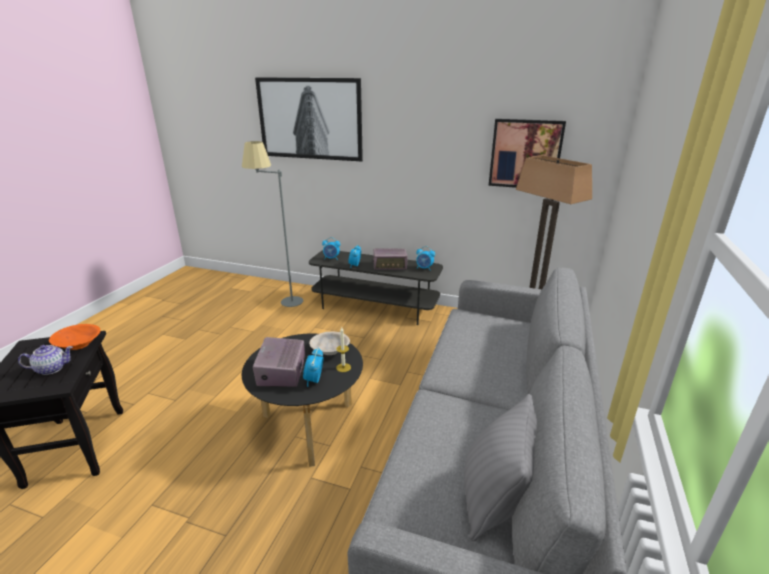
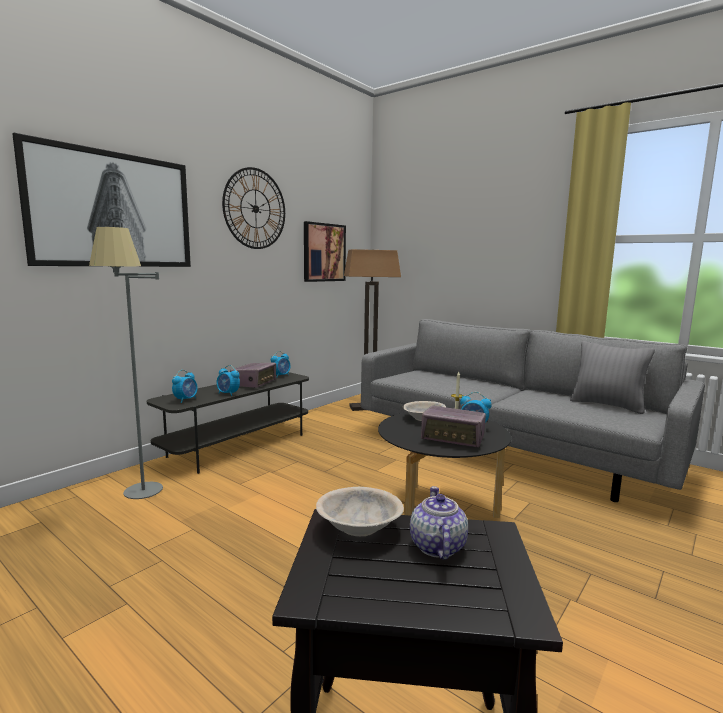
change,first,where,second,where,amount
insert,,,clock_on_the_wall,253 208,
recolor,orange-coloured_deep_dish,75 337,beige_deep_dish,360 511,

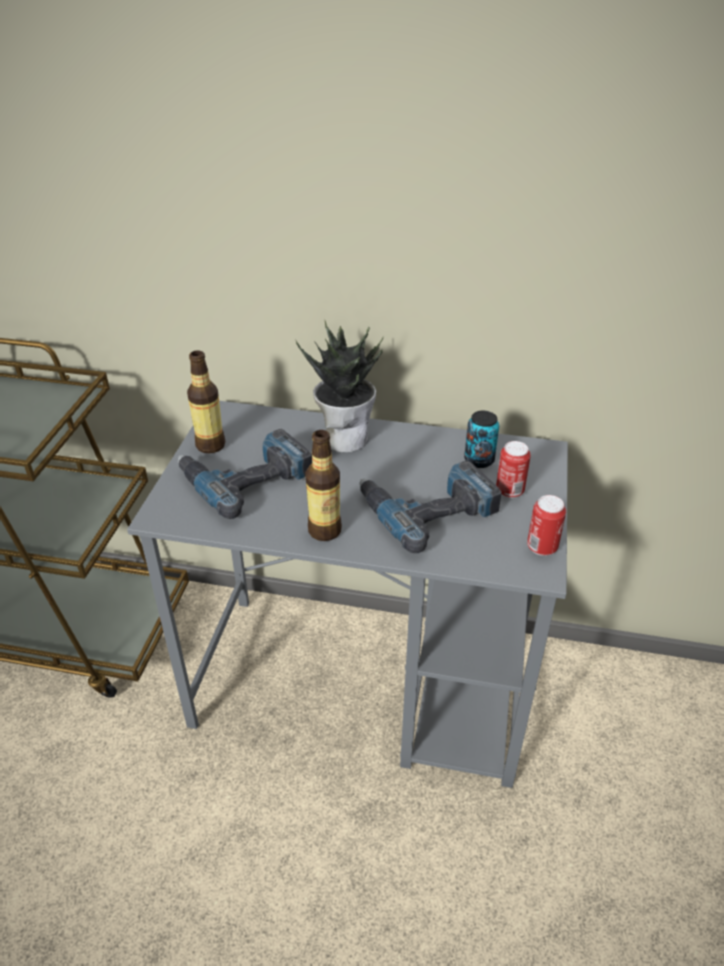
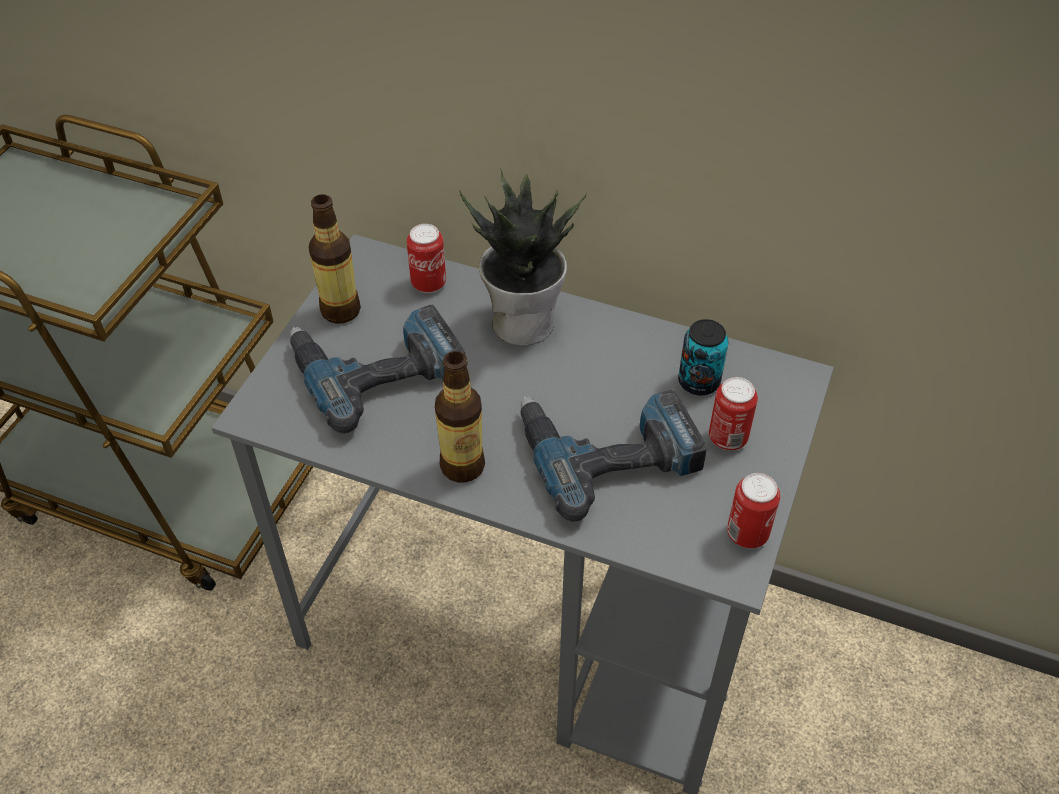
change,first,where,second,where,amount
insert,,,sealed_can,426 258,

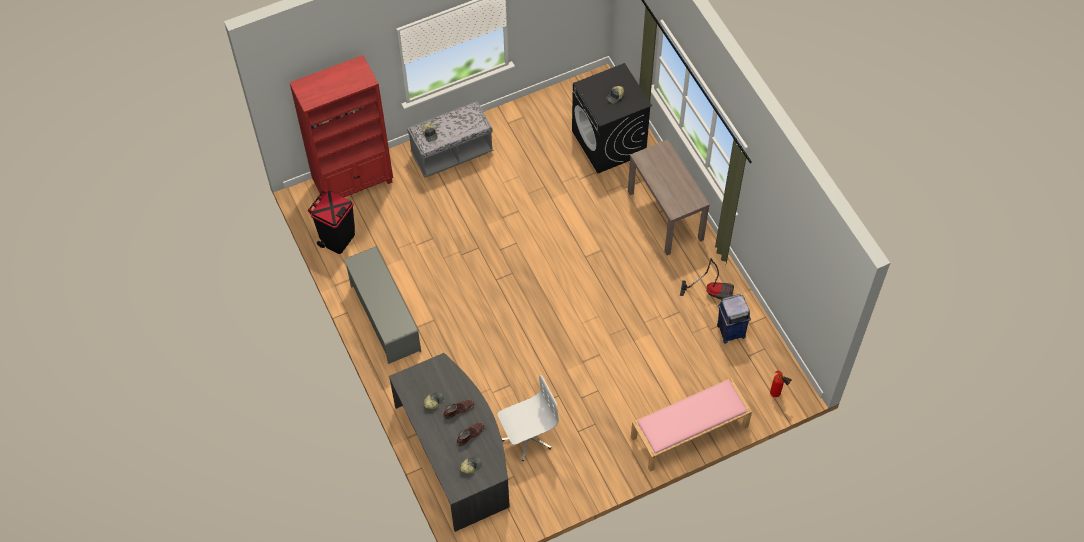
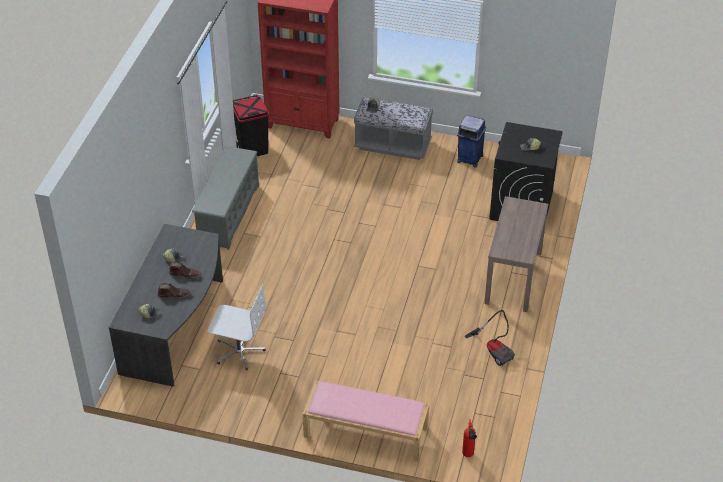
change,first,where,second,where,amount
move,bluish_trash_can,734 319,,471 141,

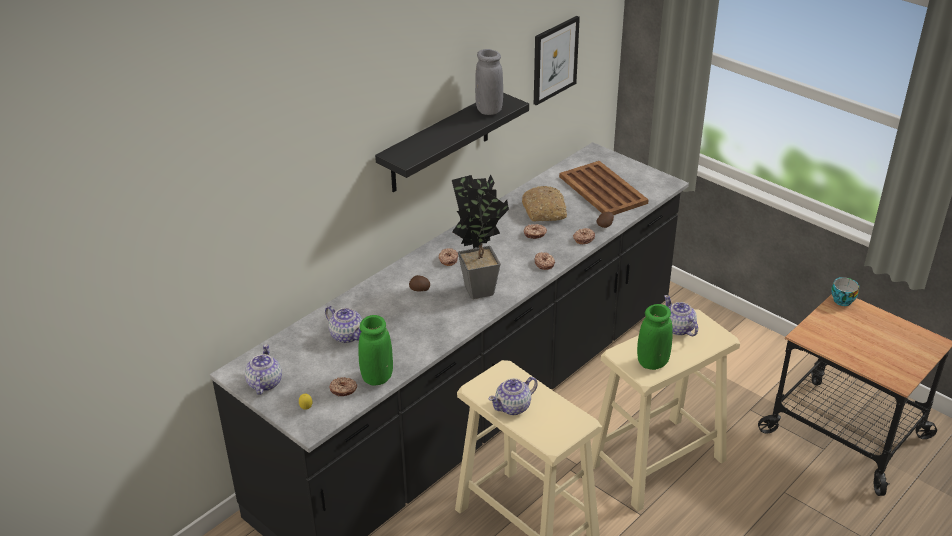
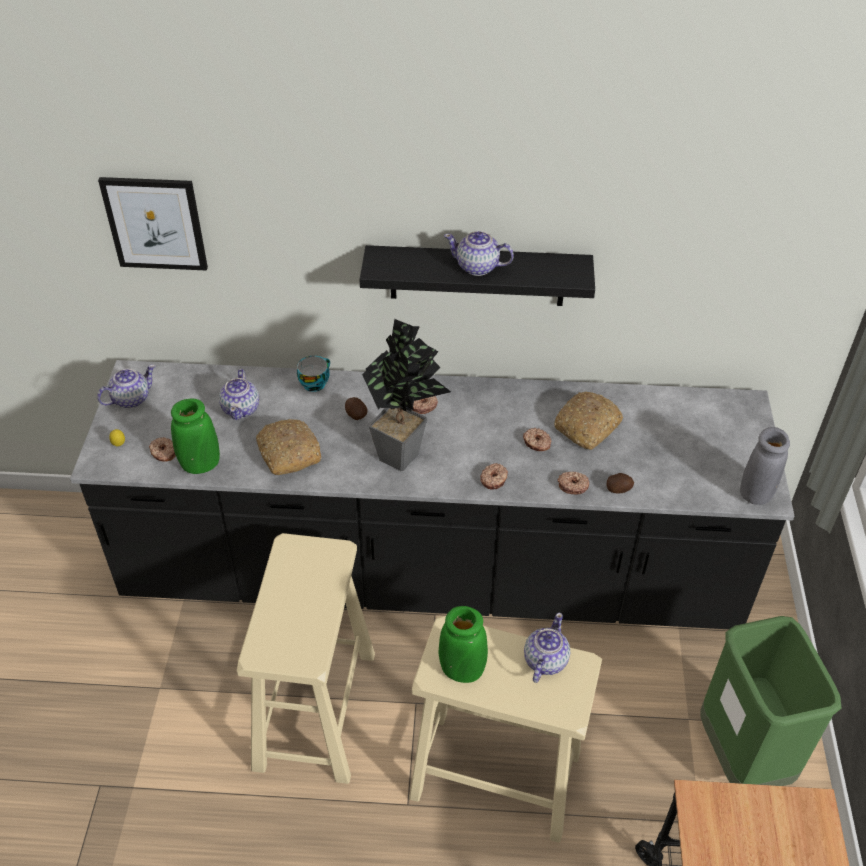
change,first,where,second,where,amount
move,wall_picture,557 61,,153 224,
insert,,,bread,288 447,
move,small_cup,845 291,,313 374,
move,teapot,513 396,,479 253,
insert,,,green-coloured_trash_can,770 701,
move,gray_flower_vase,489 82,,765 466,
delete,brownish_tray,604 188,,,

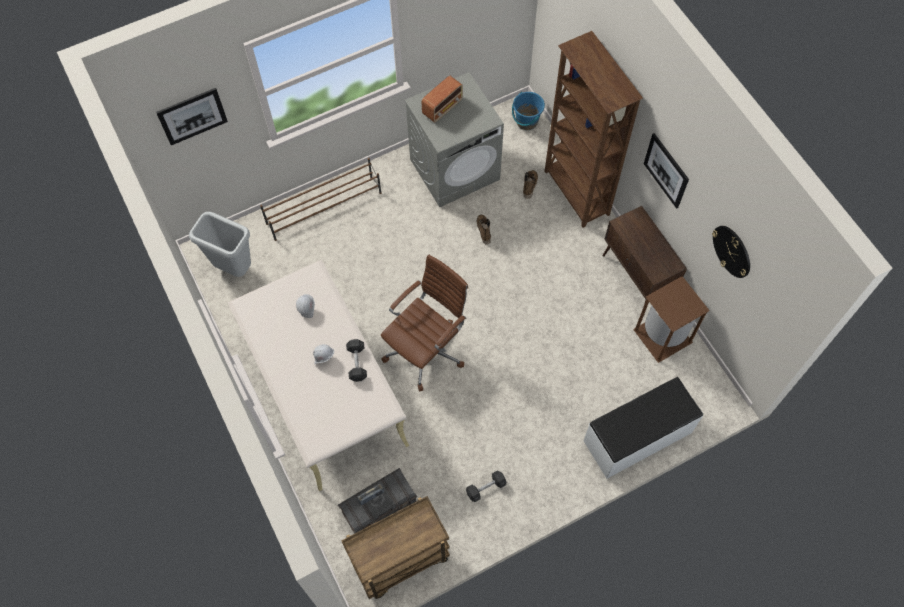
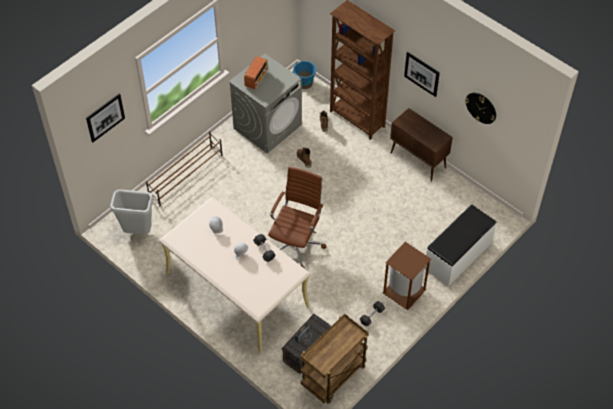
change,first,where,second,where,amount
move,brownish_trash_can,671 319,,406 276,

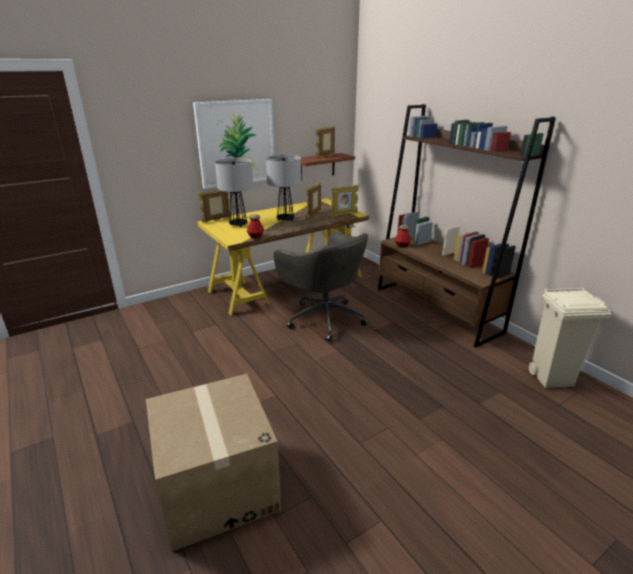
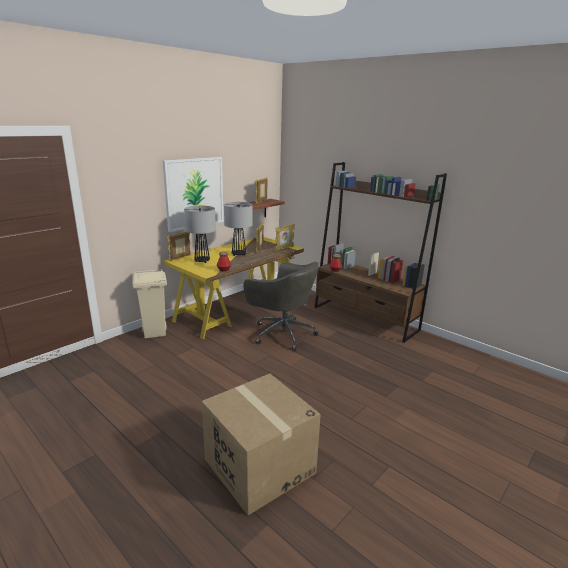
change,first,where,second,where,amount
move,beige_trash_can,570 337,,150 304,

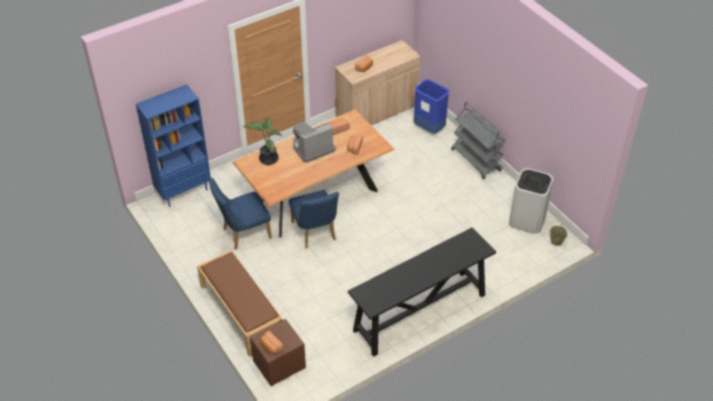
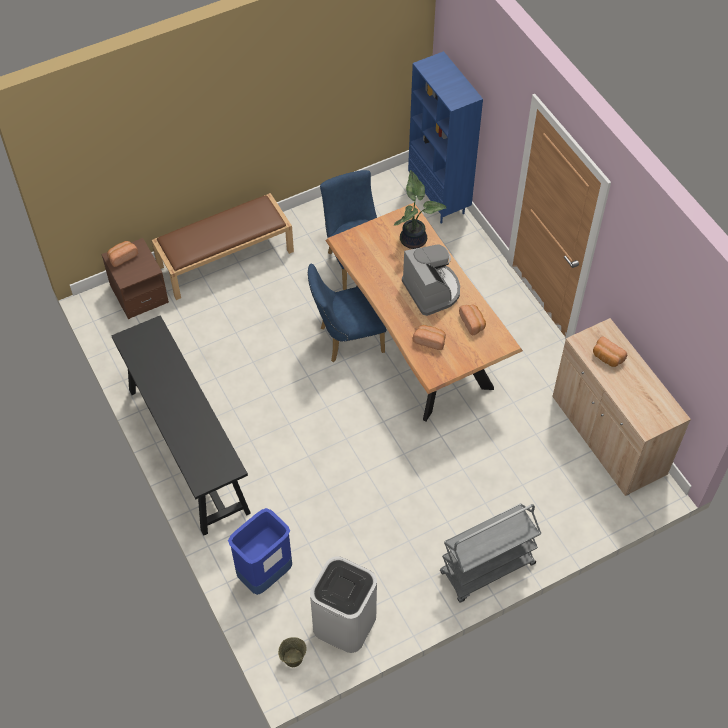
change,first,where,second,where,amount
move,bluish_trash_can,432 106,,260 551,

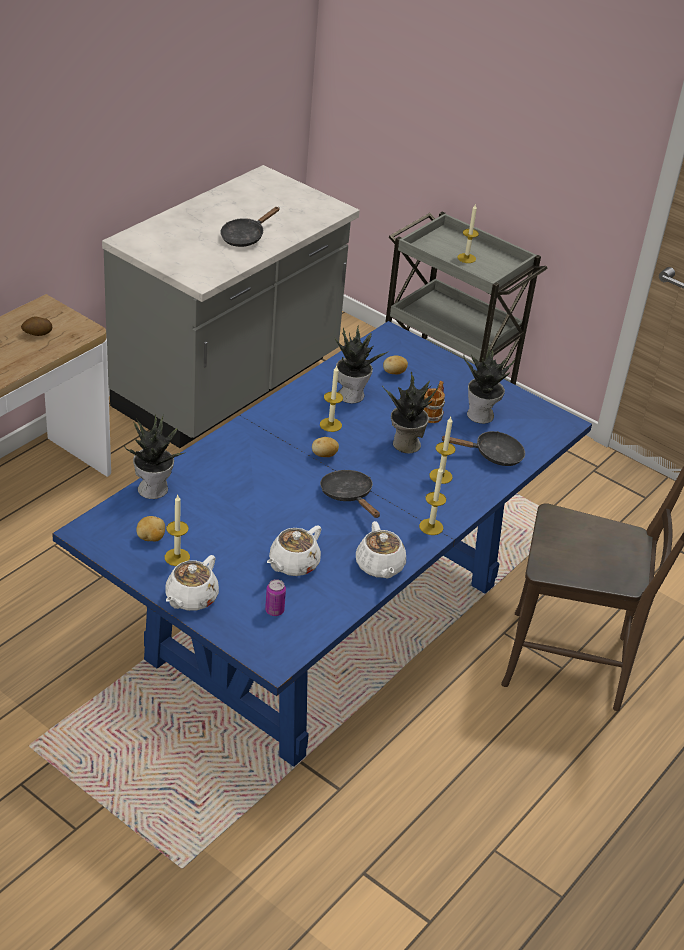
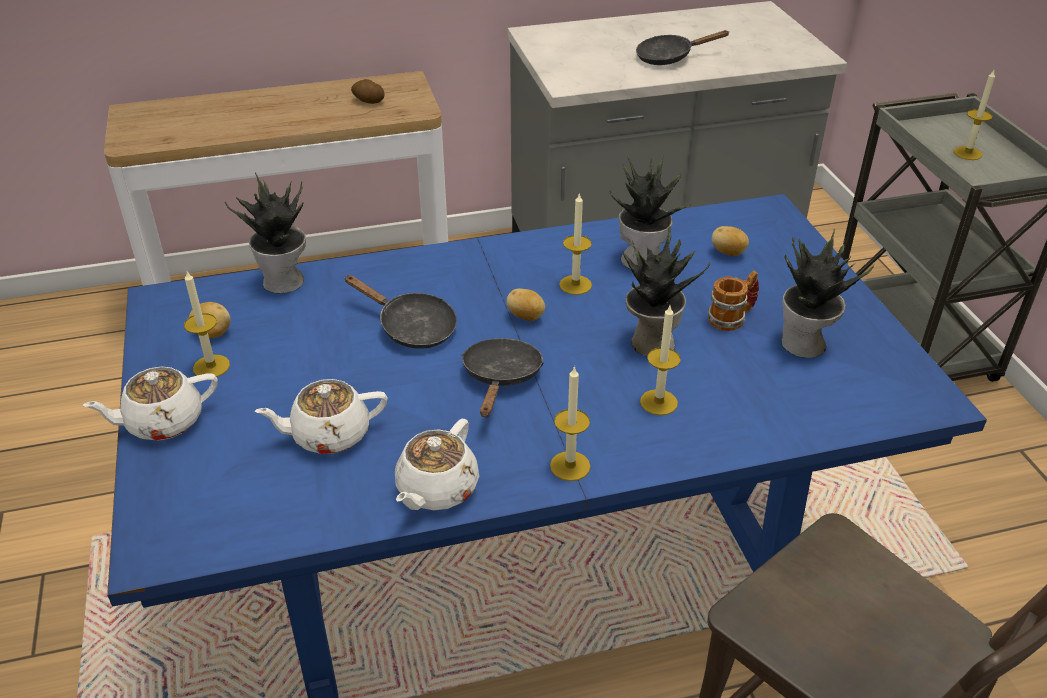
change,first,where,second,where,amount
move,blackish_pan,483 448,,400 312,
delete,sealed_can,275 597,,,

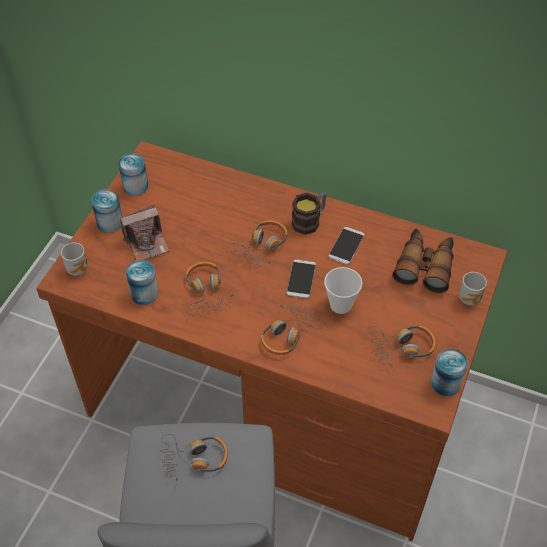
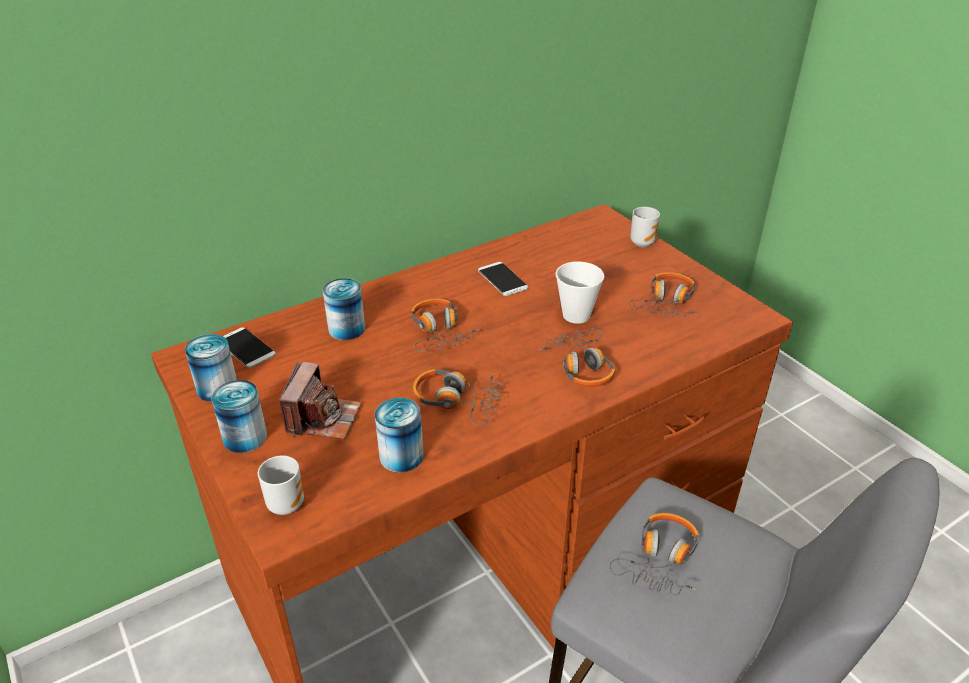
change,first,where,second,where,amount
move,handset,301 278,,249 347,
move,sealed_can,449 372,,344 309,
delete,mug,309 213,,,
delete,field_glasses,423 261,,,

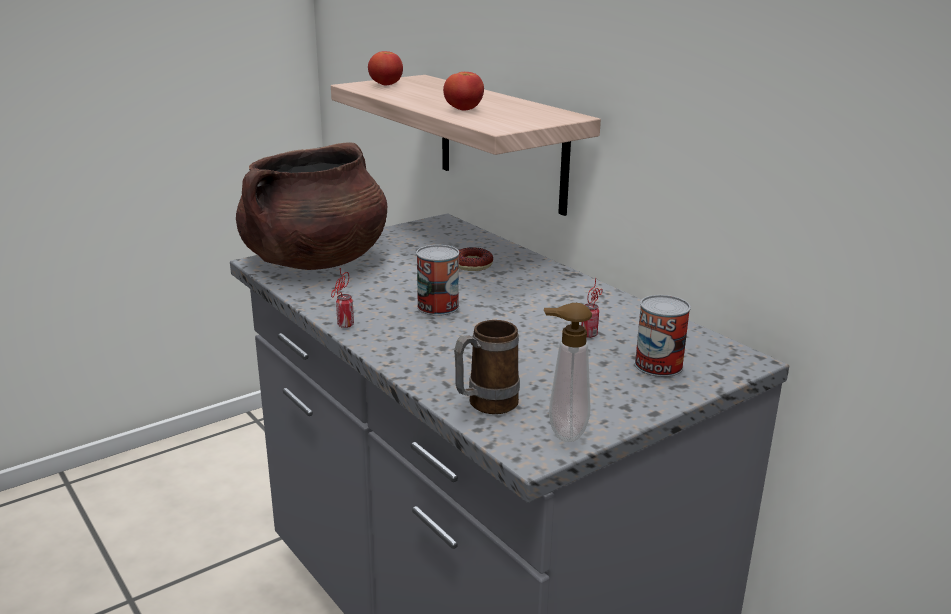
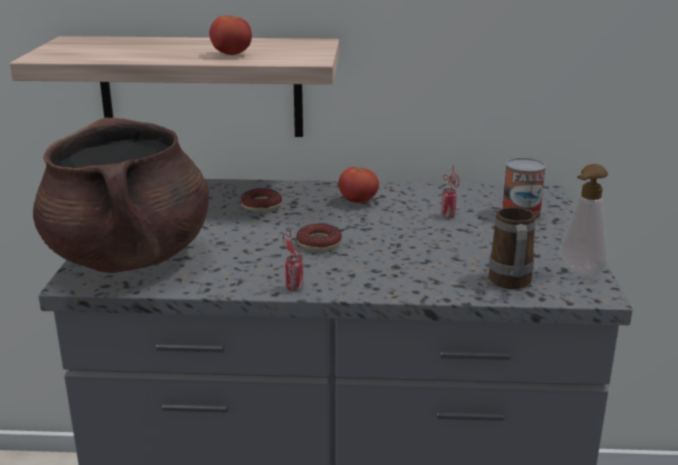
change,first,where,second,where,amount
replace,sealed_can,437 280,ring_doughnut,319 237,
move,tomato,385 68,,358 185,

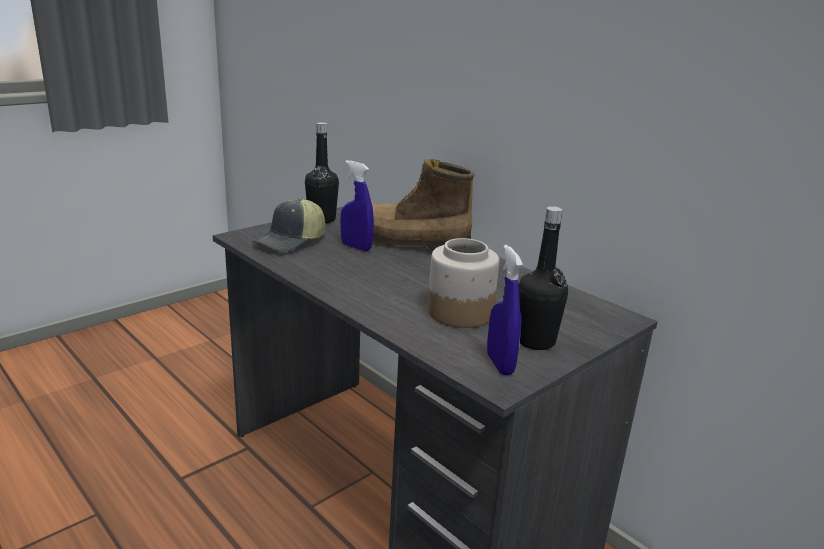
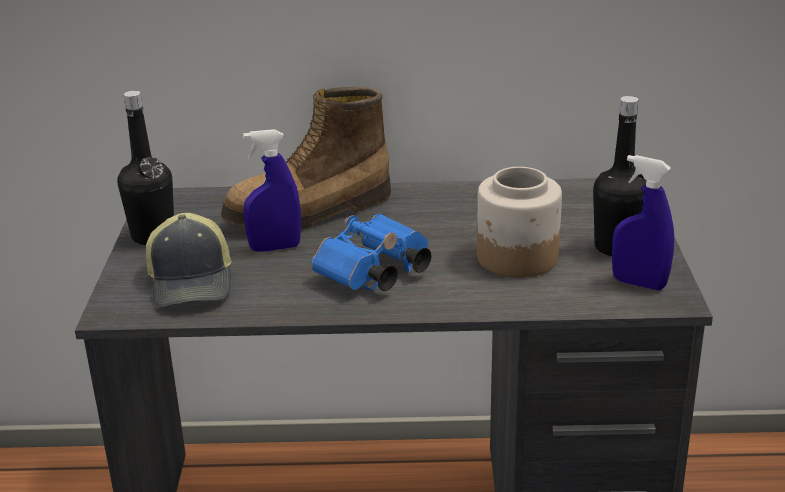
change,first,where,second,where,amount
insert,,,bluish_field_glasses,371 252,

